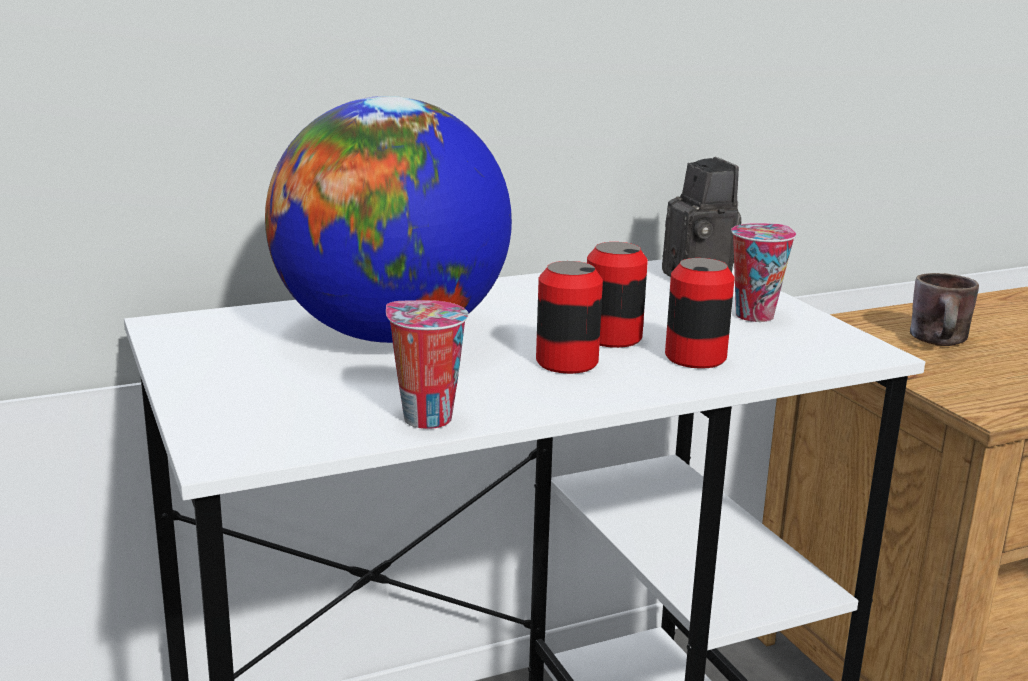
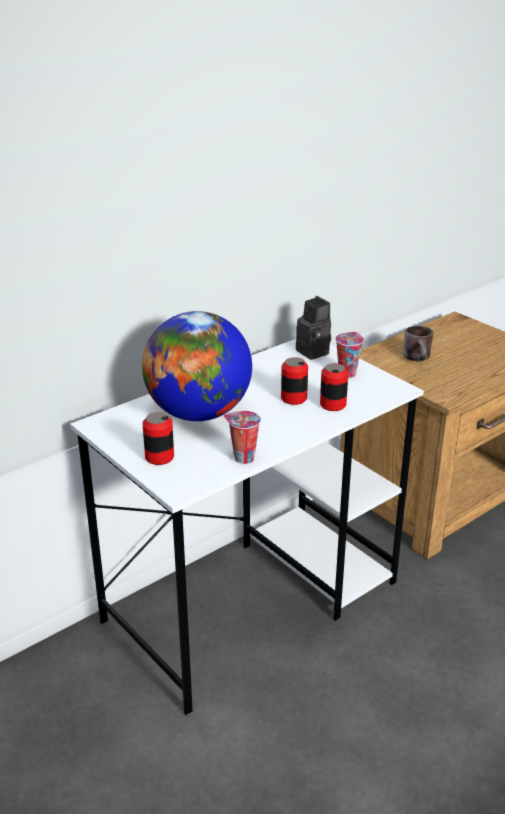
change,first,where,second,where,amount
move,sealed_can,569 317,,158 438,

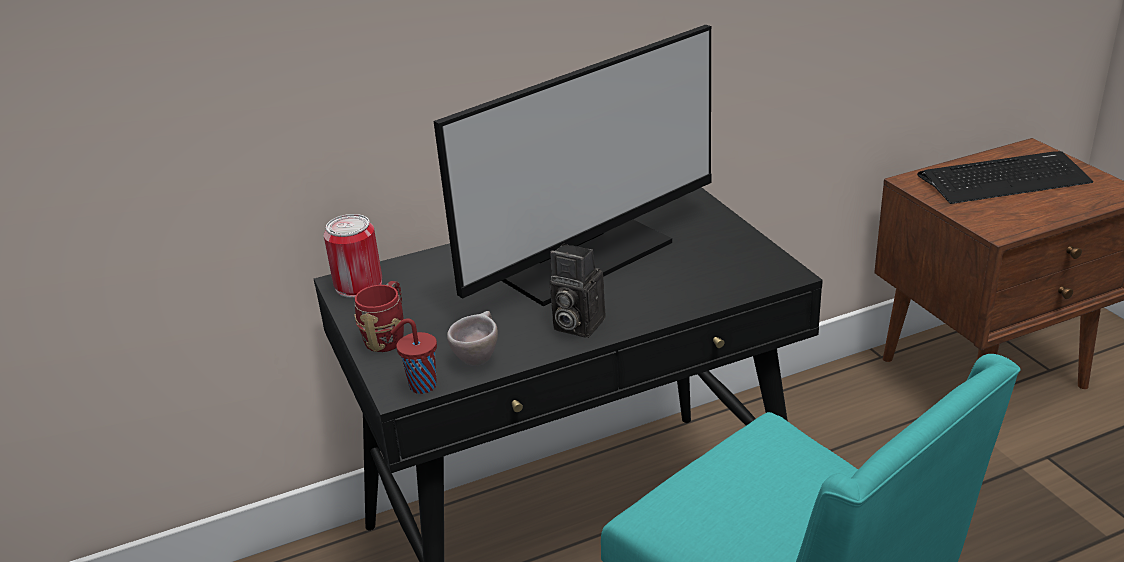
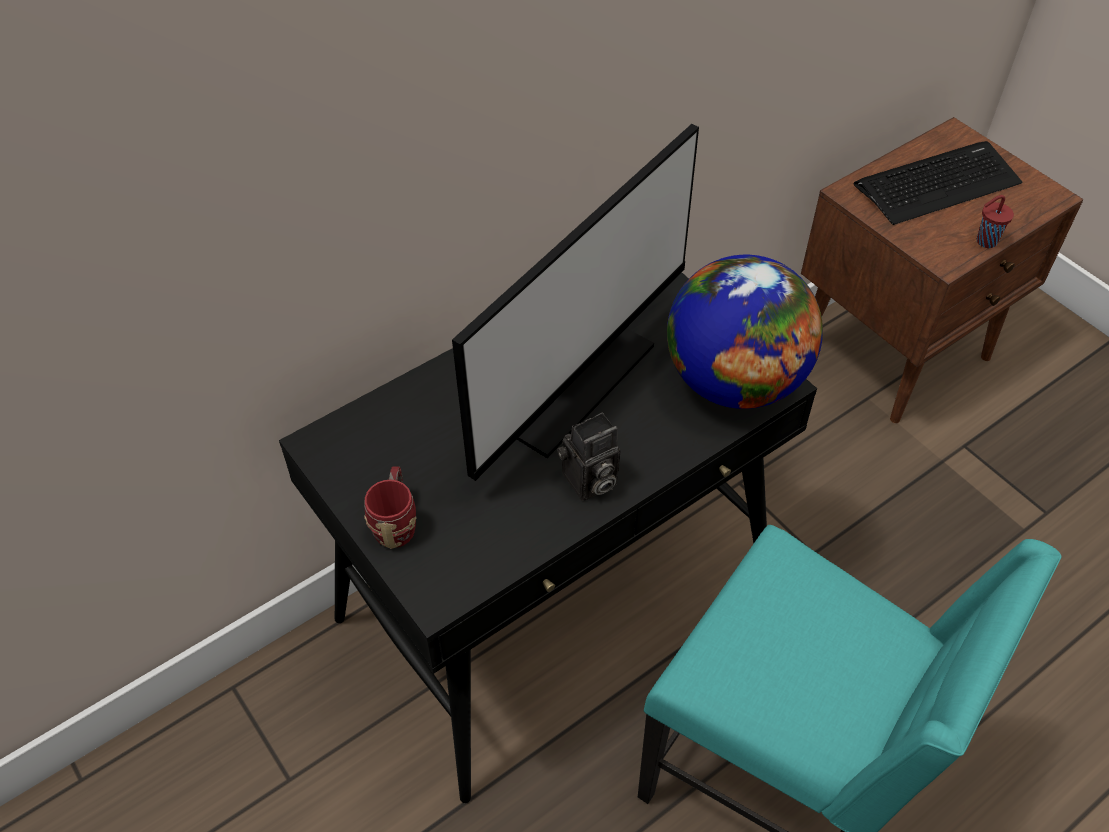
change,first,where,second,where,amount
rotate,photo_camera,577 291,,588 457,45 degrees counterclockwise
insert,,,desk_globe,745 332,
move,red-coloured_small_cup,414 356,,995 221,
delete,sealed_can,353 256,,,
delete,beige_small_cup,472 338,,,

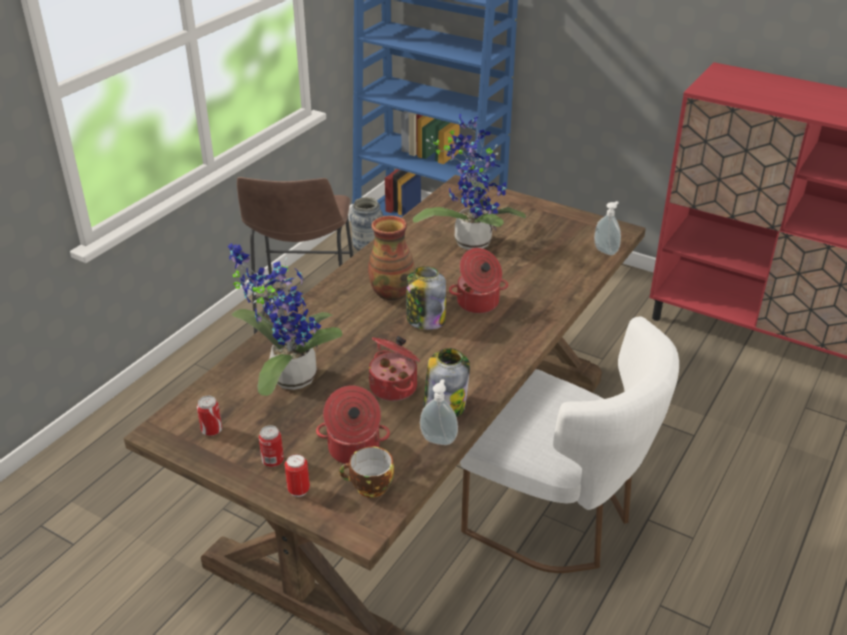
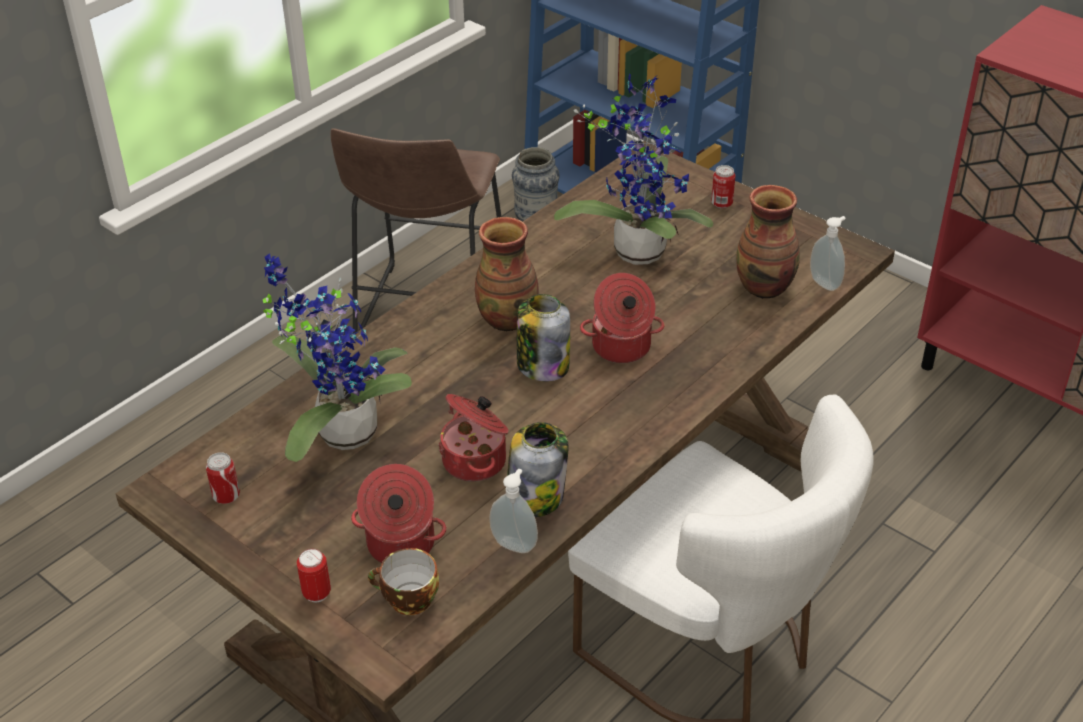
change,first,where,second,where,amount
move,sealed_can,271 446,,723 187,
insert,,,flower_vase,768 242,

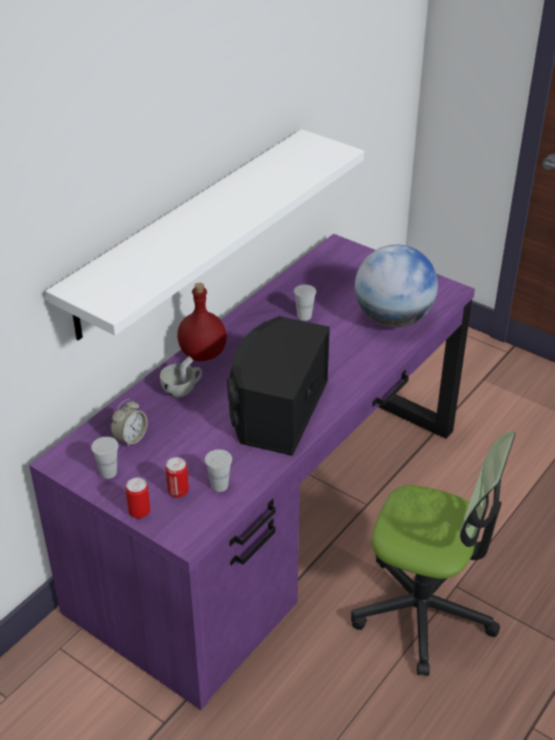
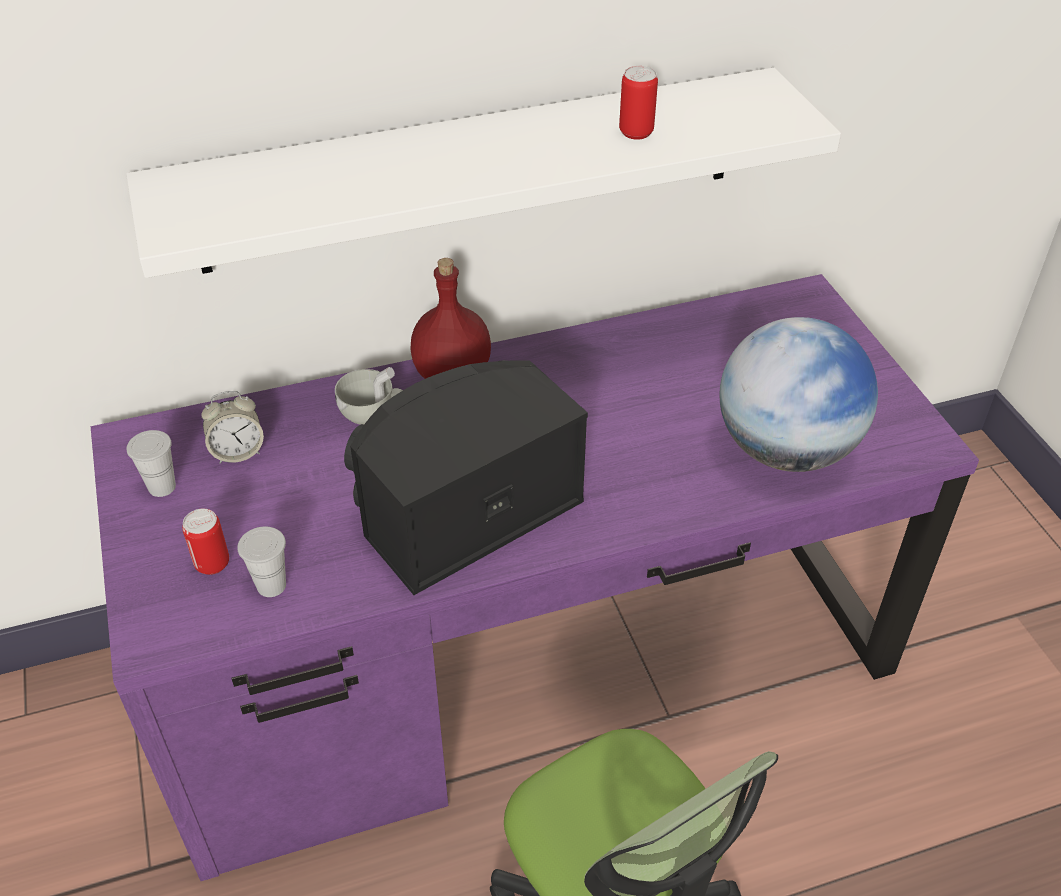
change,first,where,second,where,amount
move,sealed_can,138 498,,638 103,
delete,white_small_cup,305 302,,,

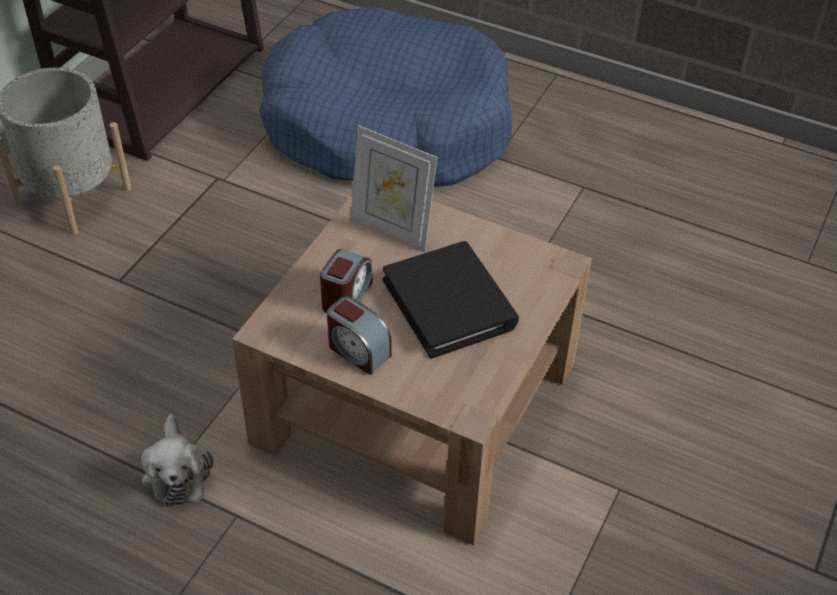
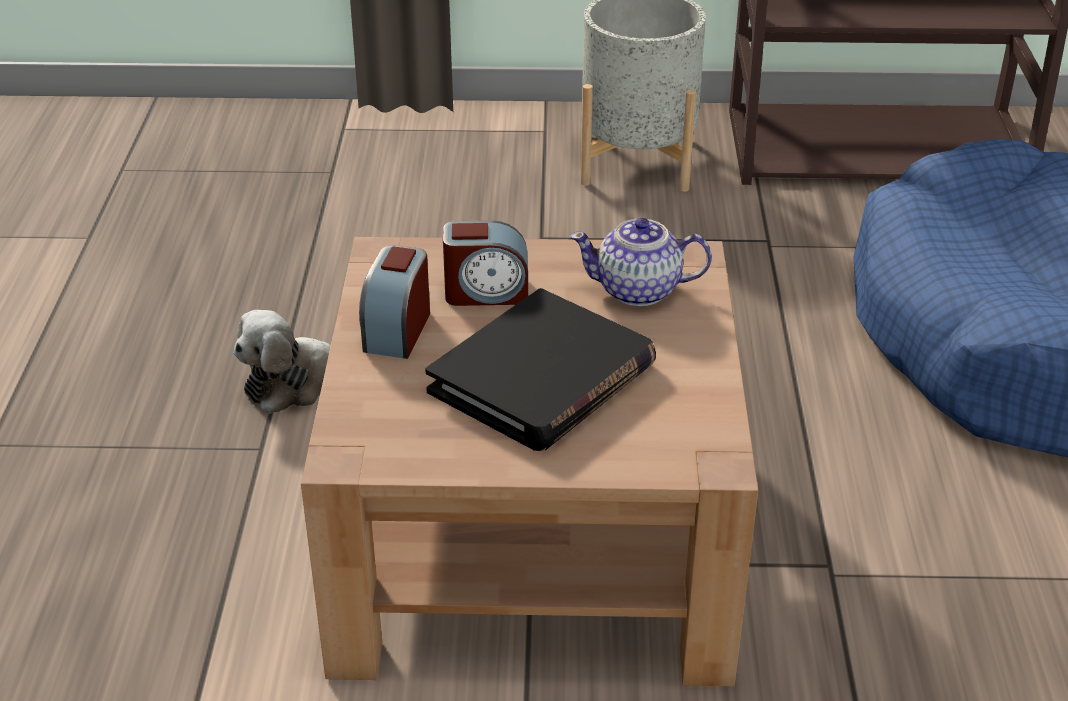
change,first,where,second,where,amount
replace,standing_frame,393 189,teapot,640 262,

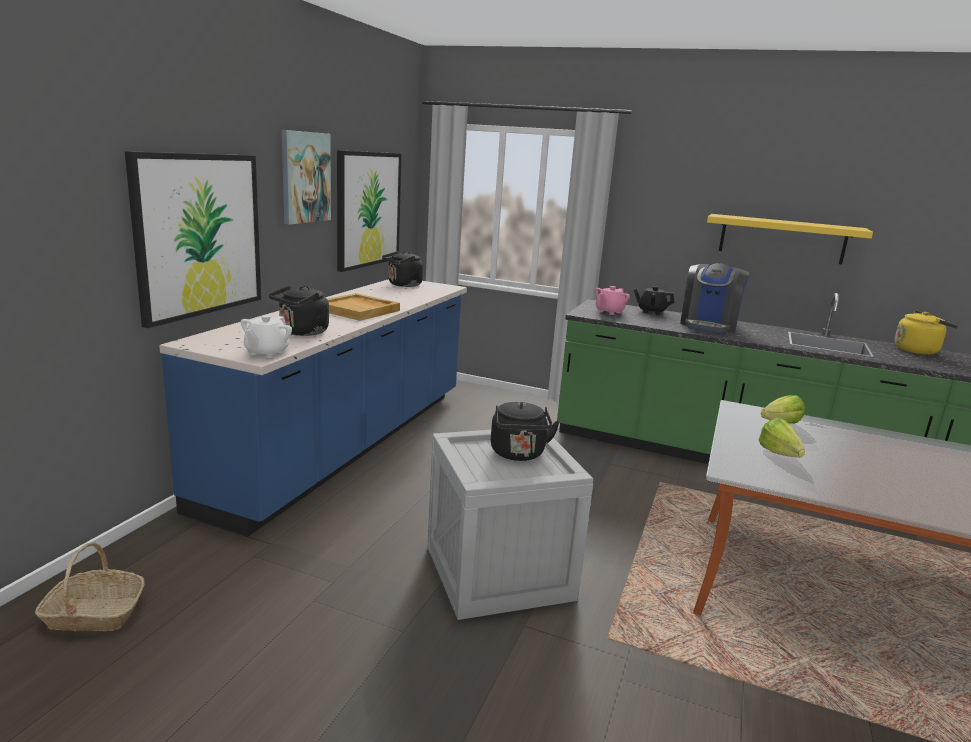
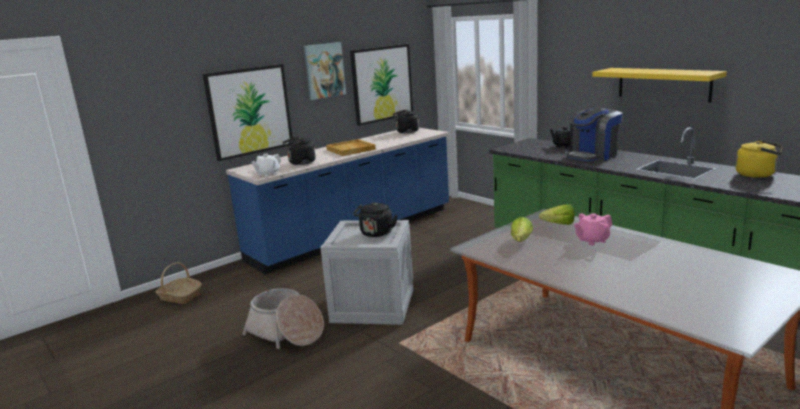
change,first,where,second,where,amount
insert,,,basket,283 318,
move,pink-coloured_teapot,612 300,,593 229,

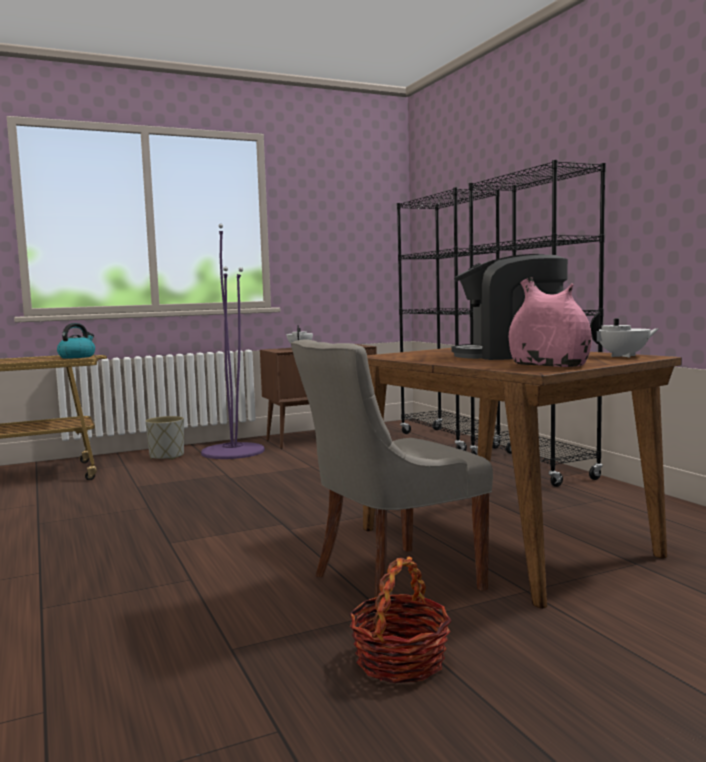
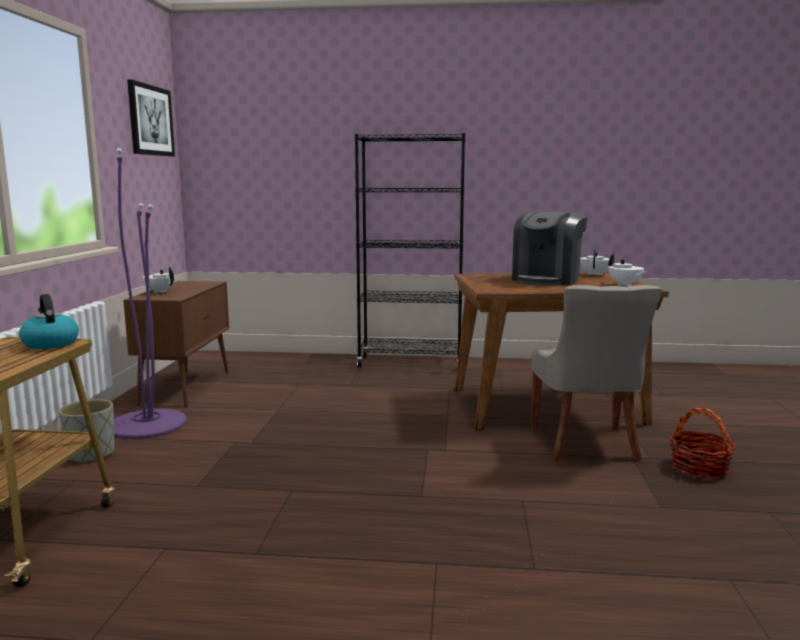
change,first,where,second,where,amount
insert,,,wall_picture,151 118,
replace,pink-coloured_flower_vase,550 322,white_teapot,627 270,
delete,blackish_shelving_unit,449 319,,,

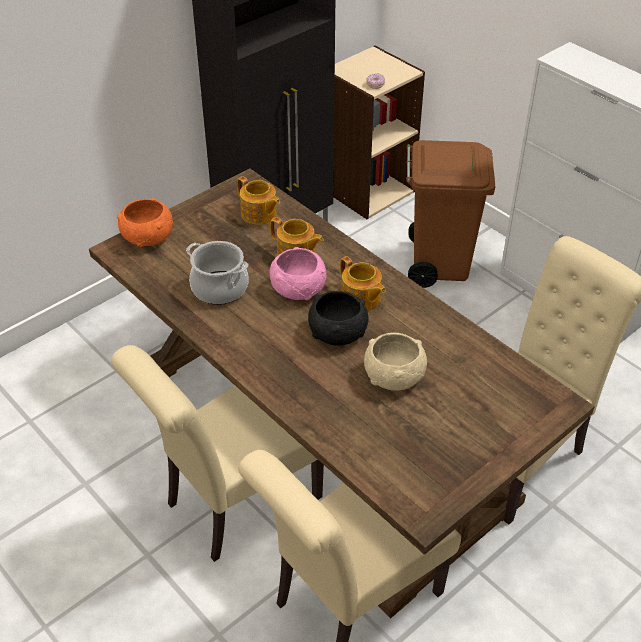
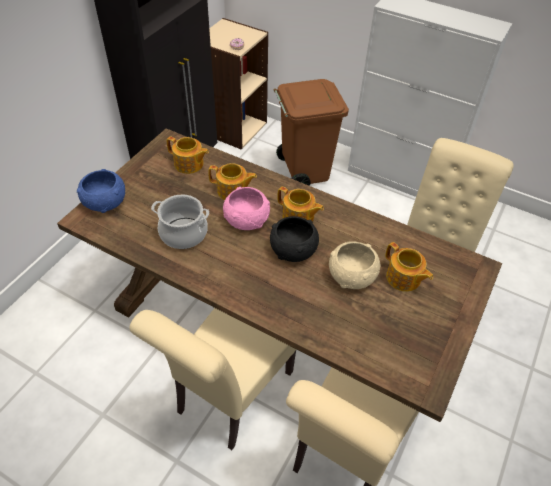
change,first,where,second,where,amount
recolor,orange-coloured_deep_dish,145 222,bluish_deep_dish,101 191,
insert,,,teapot,409 267,

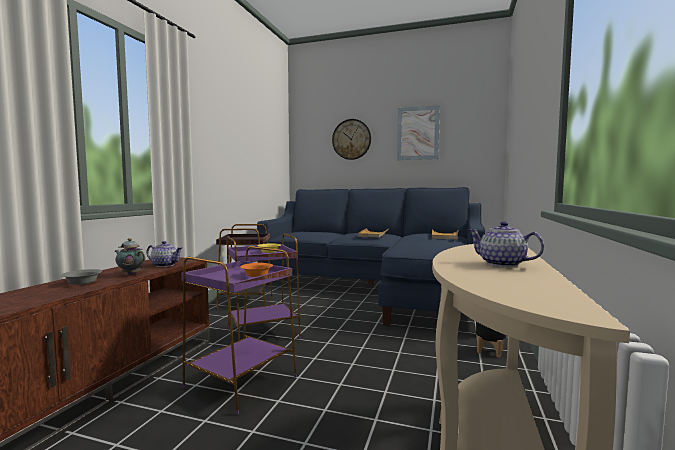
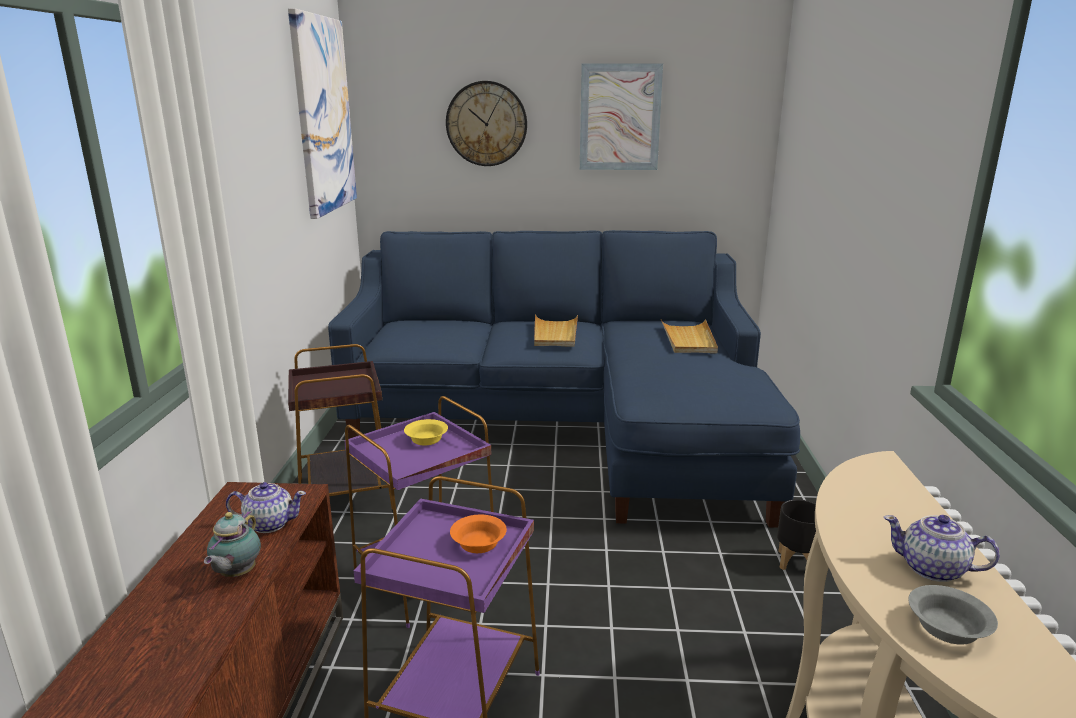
change,first,where,second,where,amount
rotate,teapot,130 256,,232 544,90 degrees counterclockwise
insert,,,wall_picture,322 113,
move,gray_deep_dish,81 277,,953 615,

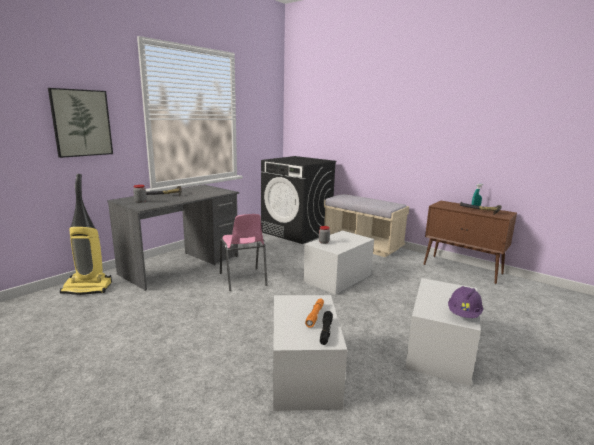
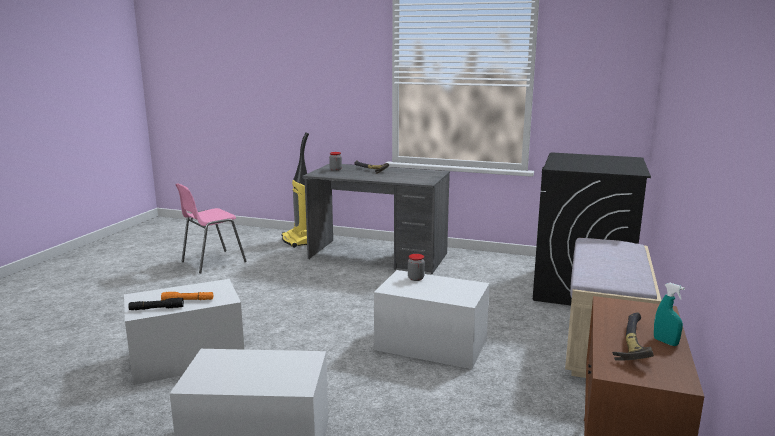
change,first,where,second,where,amount
move,pink-coloured_plain_chair,243 252,,211 228,
delete,wall_picture,80 123,,,
delete,purplish_hard_hat,465 302,,,

